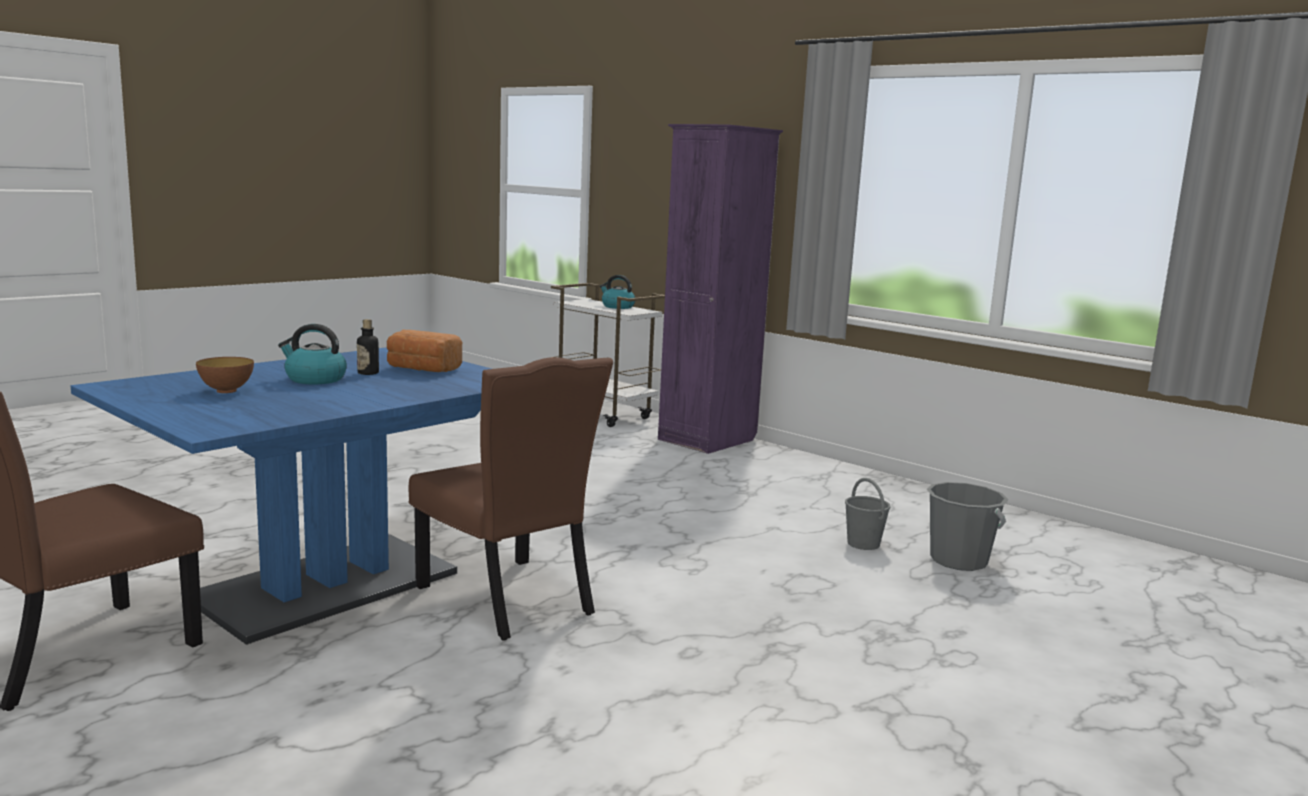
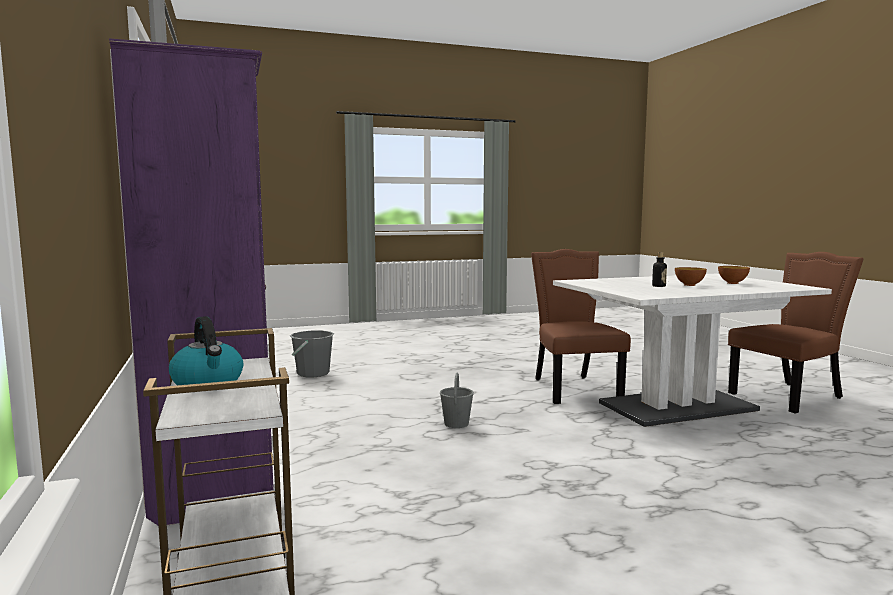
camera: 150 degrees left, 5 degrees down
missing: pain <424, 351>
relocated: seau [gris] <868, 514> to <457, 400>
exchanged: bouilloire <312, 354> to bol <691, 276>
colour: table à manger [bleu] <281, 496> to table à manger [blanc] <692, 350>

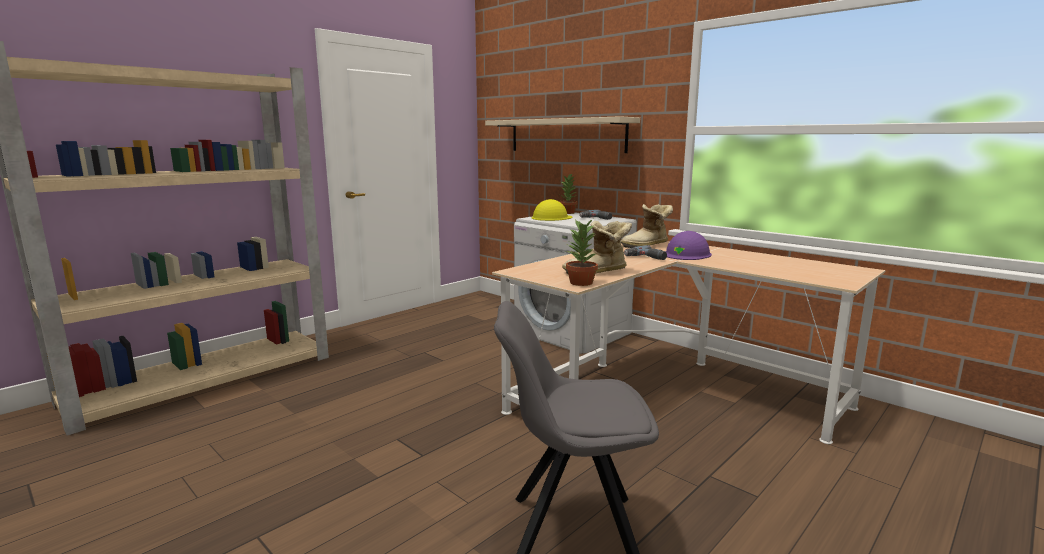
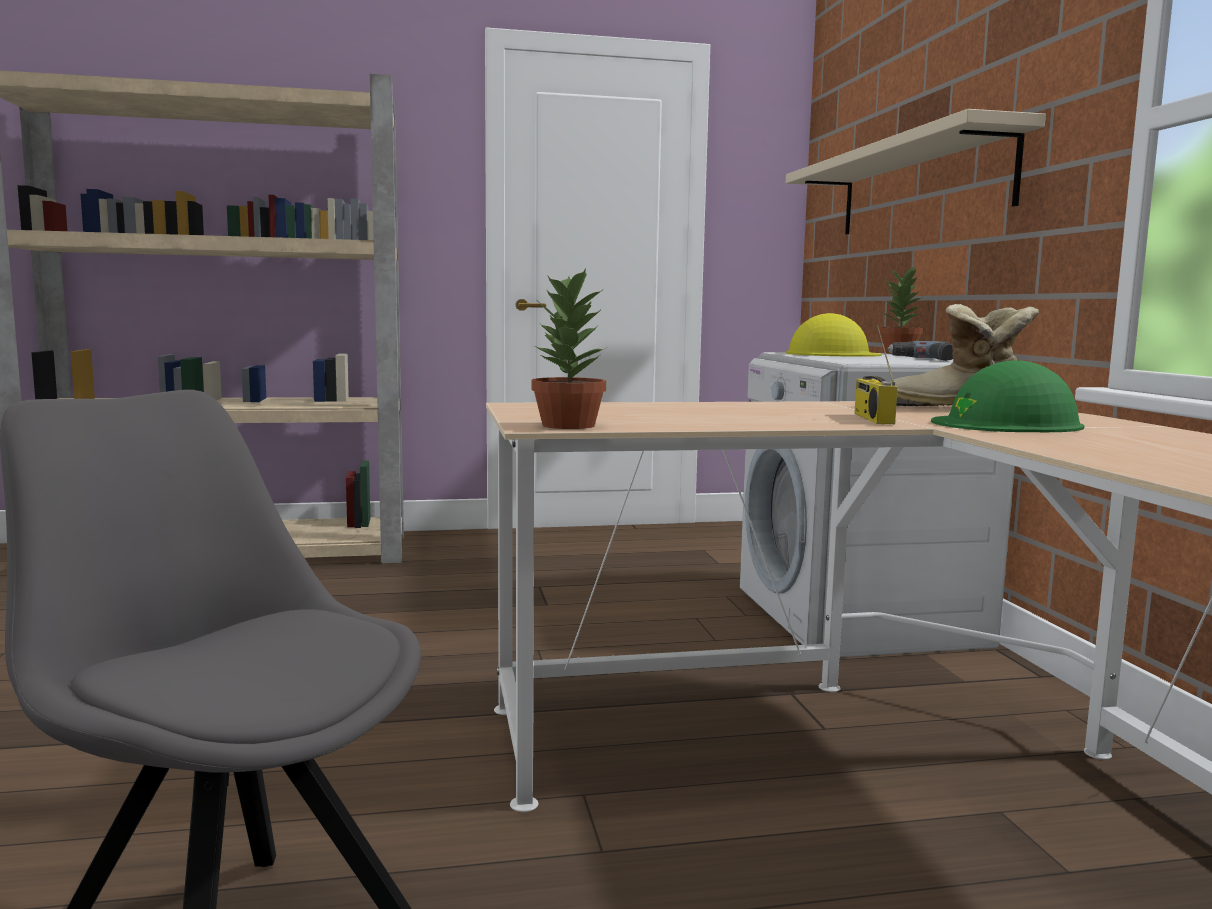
camera: 35 degrees right, 5 degrees down
missing: botte <597, 247>
exchanged: perceuse <645, 252> to radio <876, 374>
colour: casque de chantier [violet] <688, 245> to casque de chantier [vert] <1007, 396>

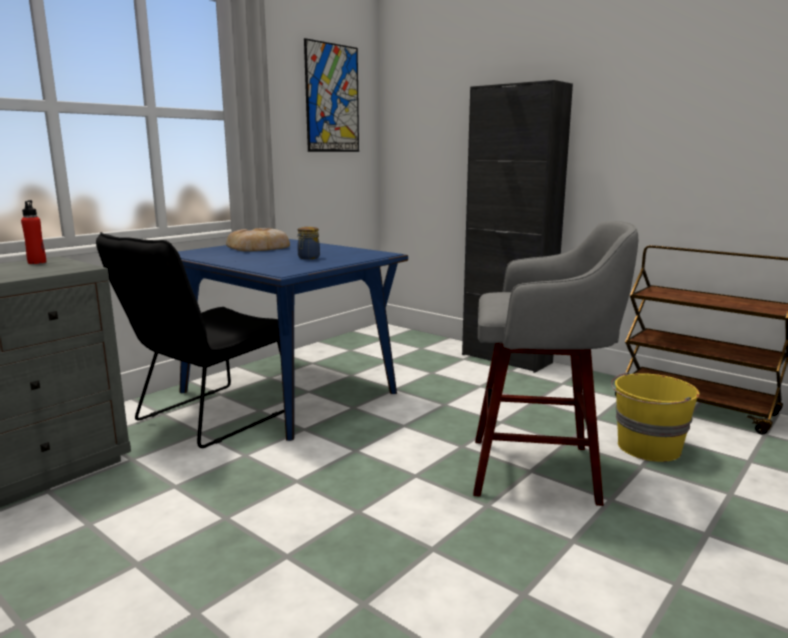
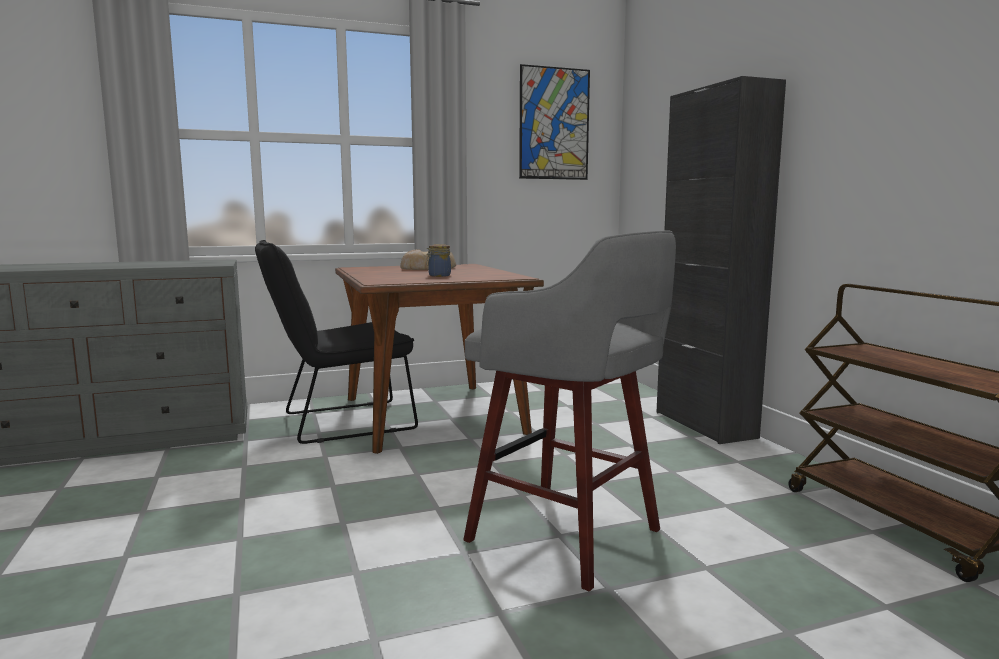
camera: 30 degrees right, 5 degrees down
missing: bouteille [rouge] <33, 232>; seau [jaune] <655, 417>
colour: table à manger [bleu] <293, 340> to table à manger [marron] <439, 359>

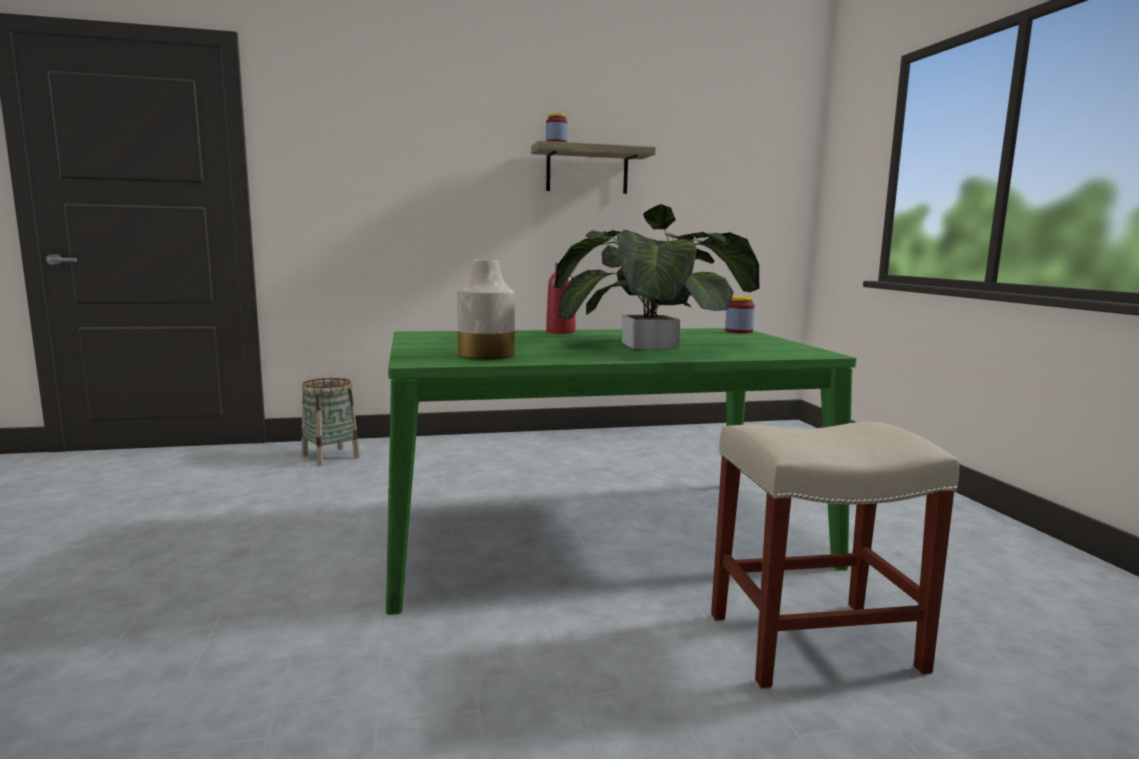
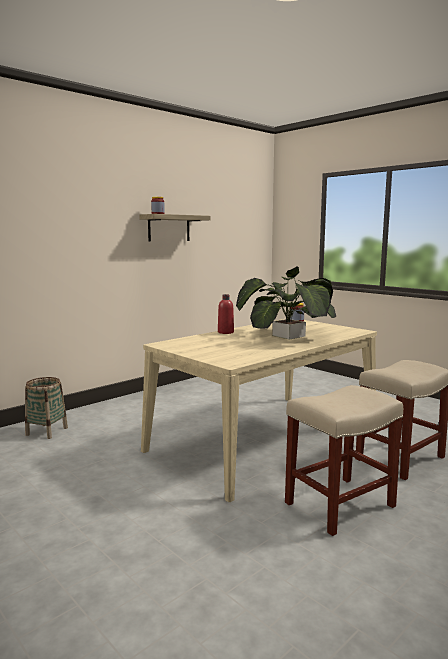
camera: 30 degrees left, 0 degrees up
missing: vase [beige] <486, 309>
appeared: tabouret [beige] <344, 460>
colour: table à manger [vert] <621, 471> to table à manger [beige] <259, 410>

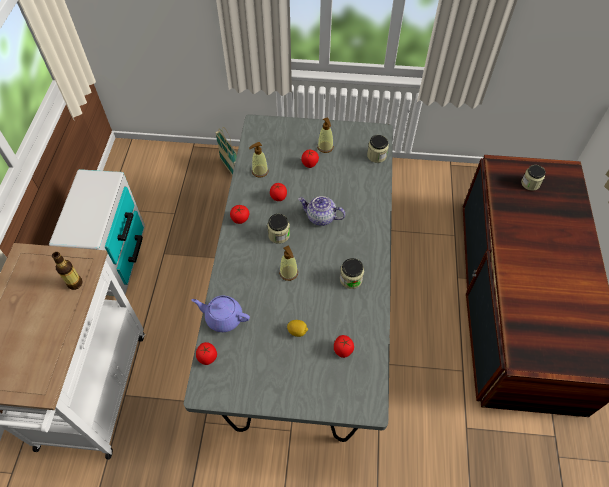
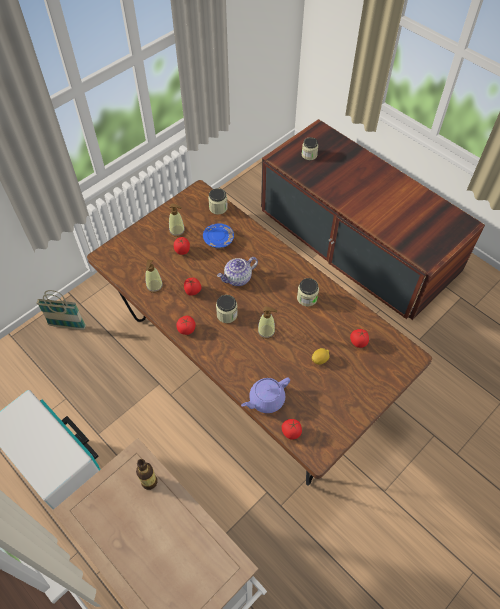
camera: 50 degrees left, 0 degrees up
appeared: assiette [bleu] <218, 235>
colour: table à manger [gris] <288, 278> to table à manger [marron] <259, 333>

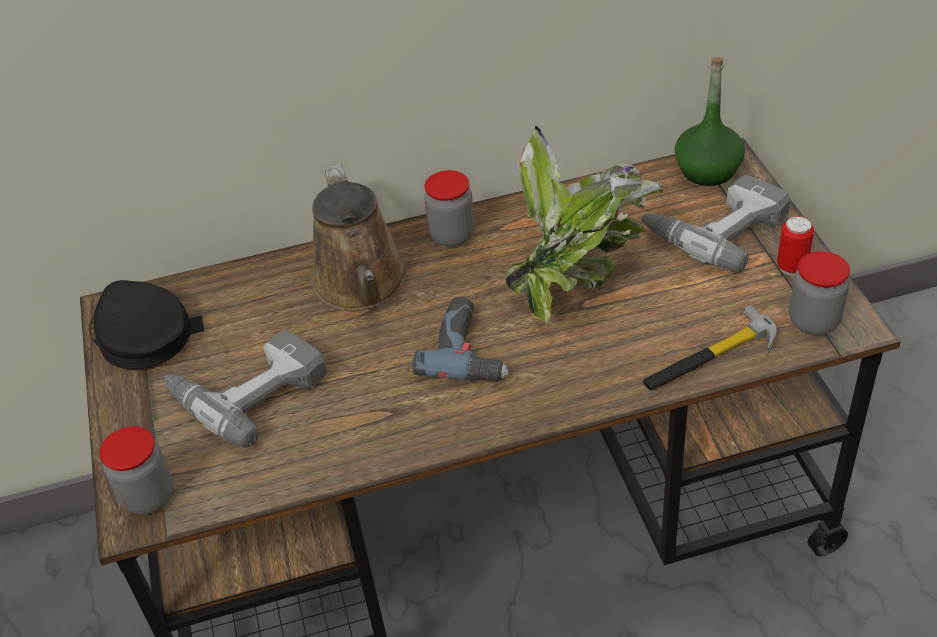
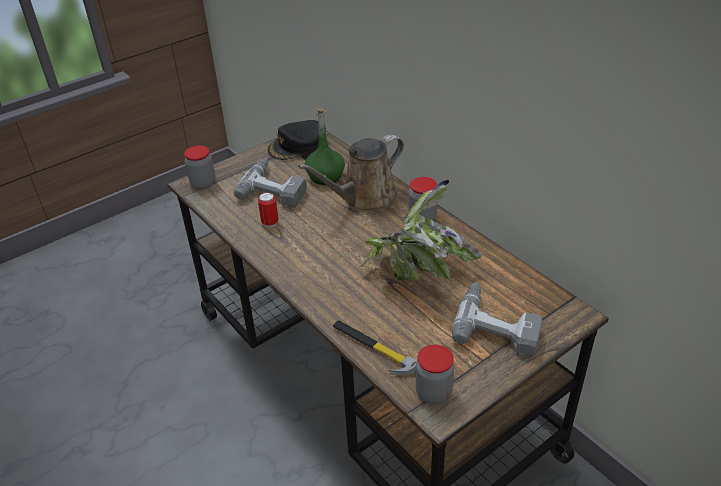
camera: 65 degrees right, 5 degrees down
missing: perceuse <460, 339>
relocated: bouteille [vert] <710, 121> to <325, 146>; boîte métallique <795, 246> to <268, 209>
spun: casquette [noir] <140, 325> = <297, 140> 150 degrees counterclockwise

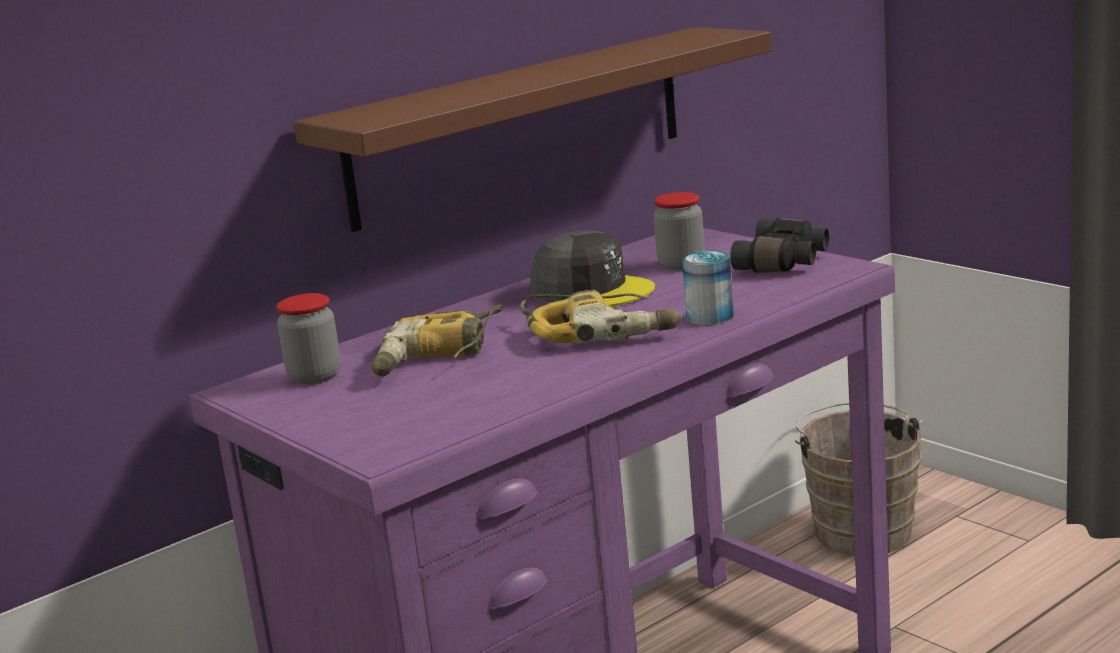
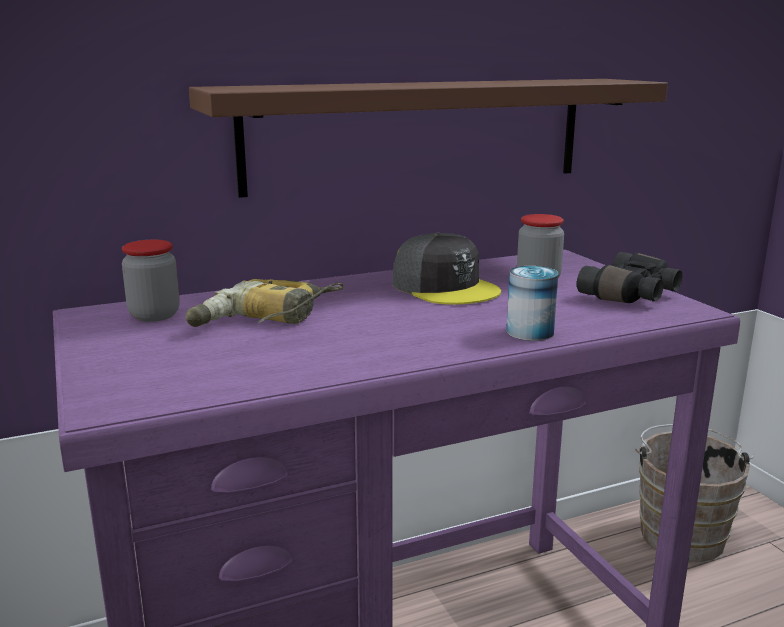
camera: 15 degrees right, 0 degrees up
missing: perceuse <600, 317>

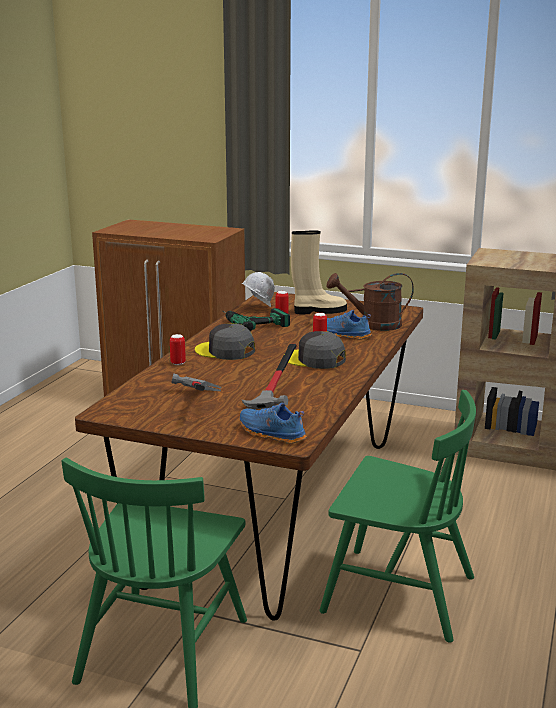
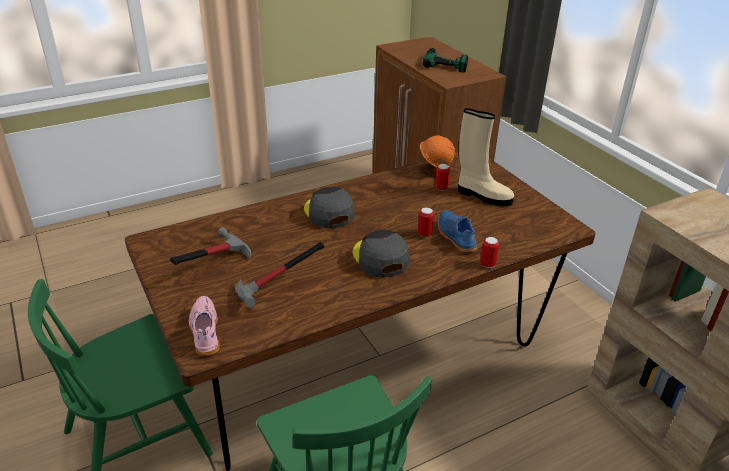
camera: 40 degrees right, 15 degrees up
missing: arrosoir [marron] <370, 302>
relocated: perceuse <256, 319> to <445, 60>; boîte métallique <178, 349> to <489, 252>
colour: casque de chantier [blanc] <258, 289> to casque de chantier [orange] <437, 151>; chaussure [bleu] <273, 423> to chaussure [rose] <204, 326>

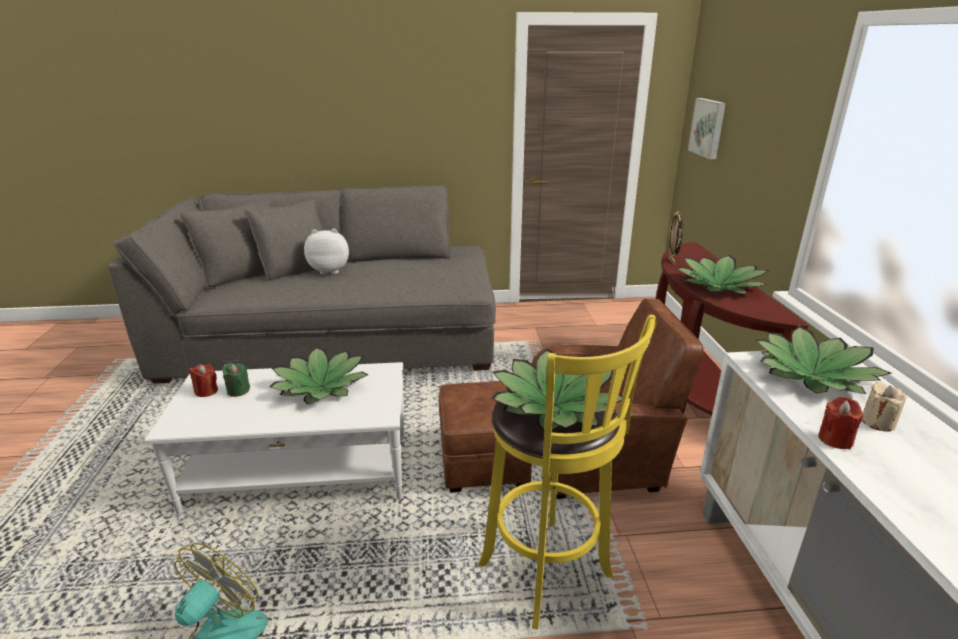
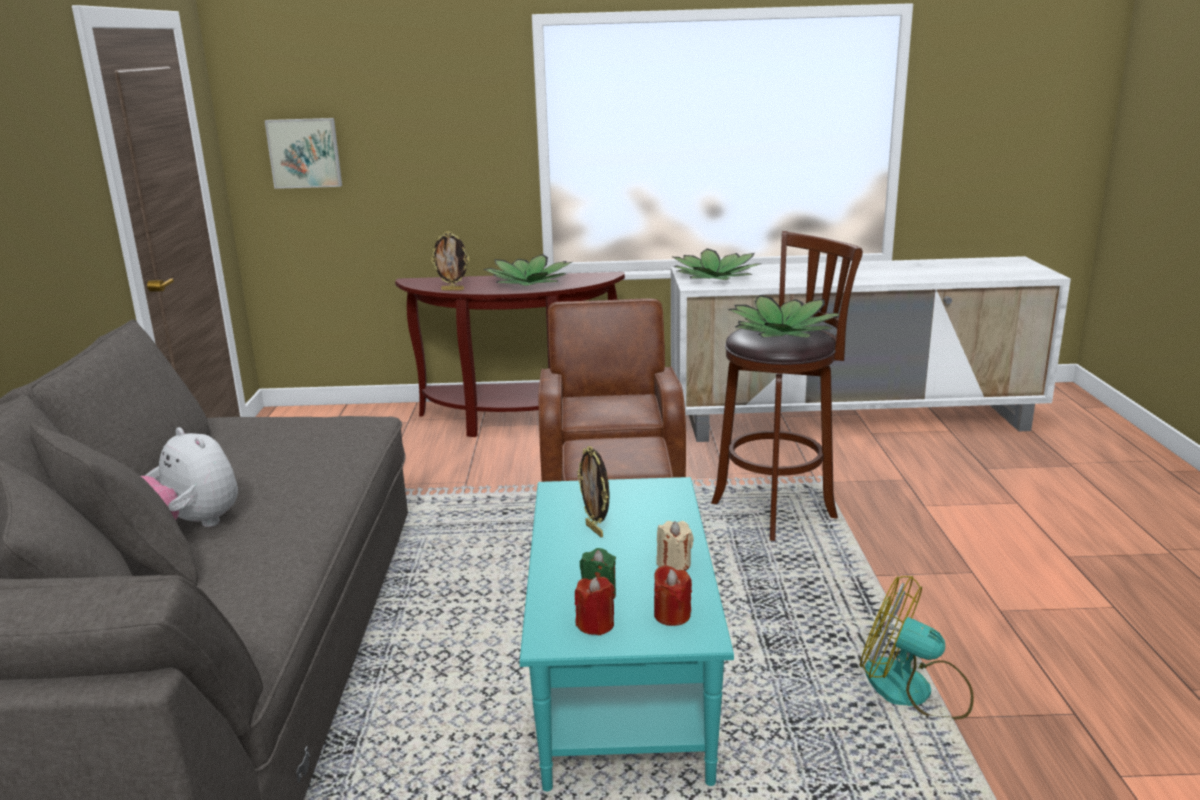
camera: 85 degrees left, 5 degrees down
relocated: bougie [beige] <884, 406> to <675, 546>; bougie [rouge] <840, 423> to <673, 595>
exchanged: plante en pot <319, 376> to cadre photo <593, 491>
colour: tabouret [jaune] <567, 471> to tabouret [marron] <787, 386>; table basse [blanc] <274, 438> to table basse [turquoise] <627, 634>
spun: peluche <326, 252> = <189, 477> 45 degrees counterclockwise

